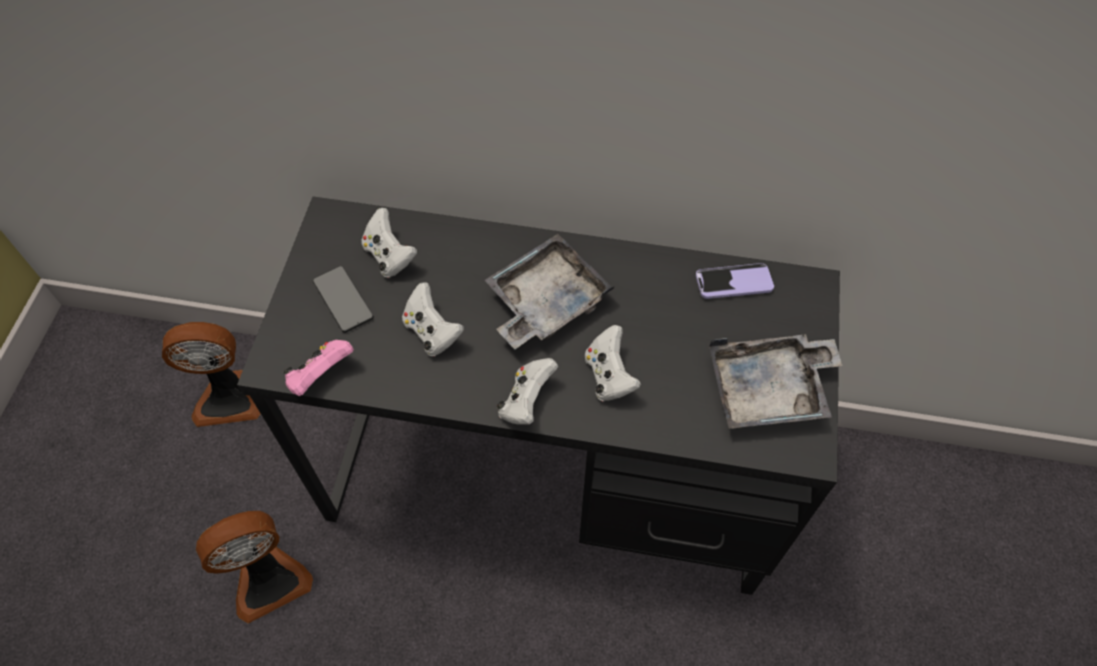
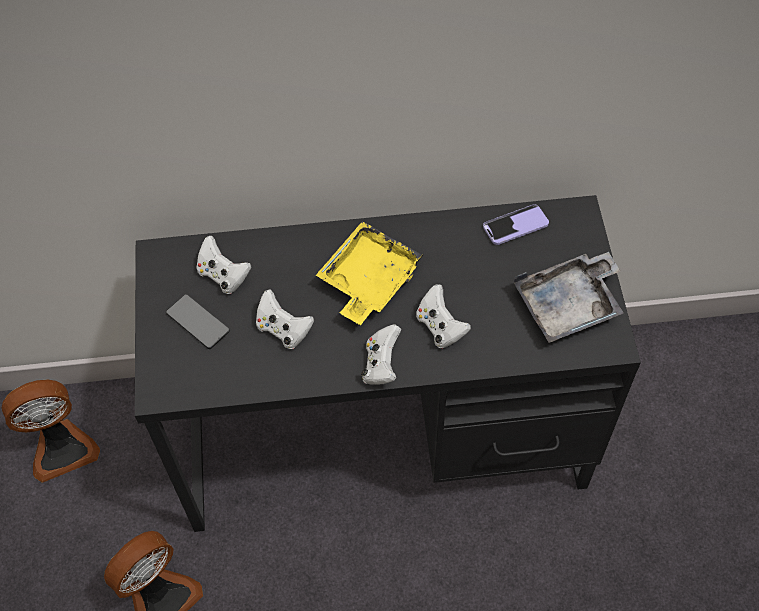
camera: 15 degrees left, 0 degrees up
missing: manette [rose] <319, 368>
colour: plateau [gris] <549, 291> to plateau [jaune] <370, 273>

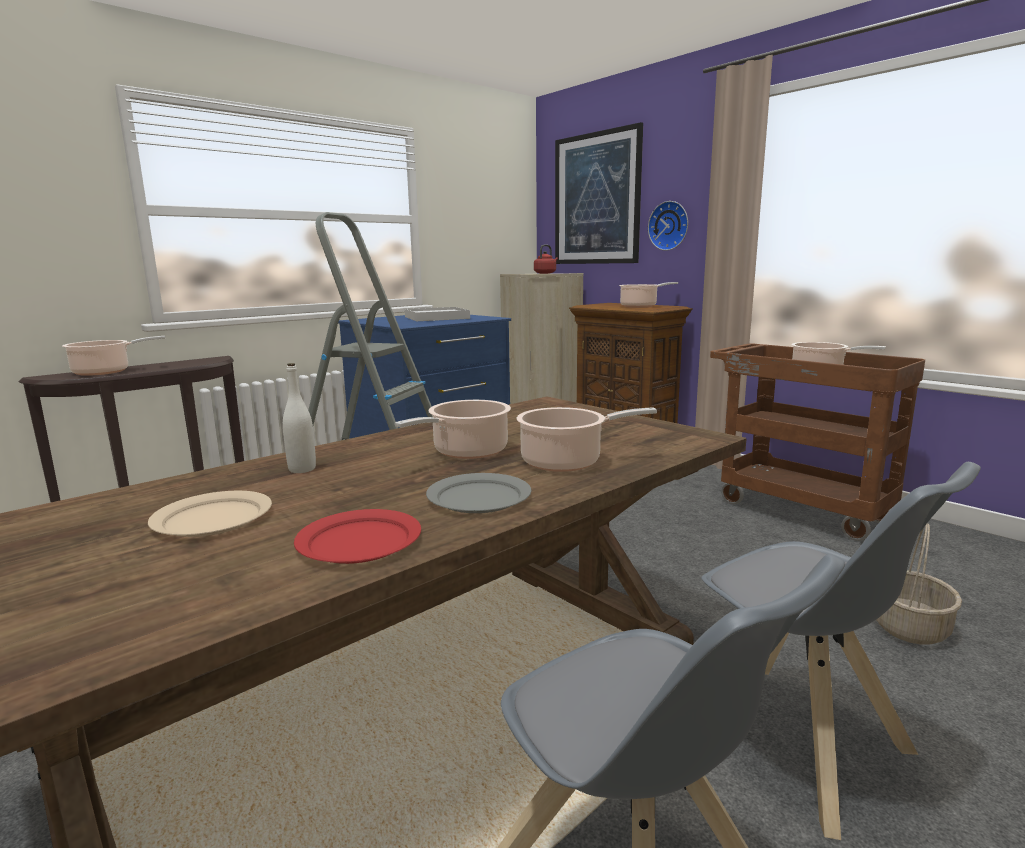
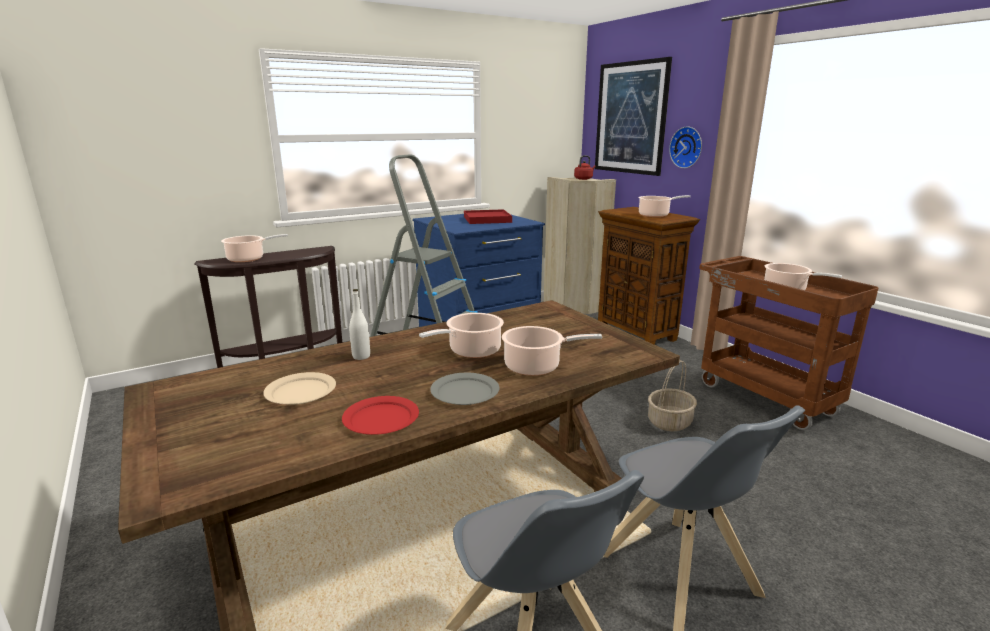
camera: 10 degrees right, 5 degrees up
relocated: panier <919, 584> to <672, 395>
colour: plateau [blanc] <437, 314> to plateau [rouge] <488, 216>

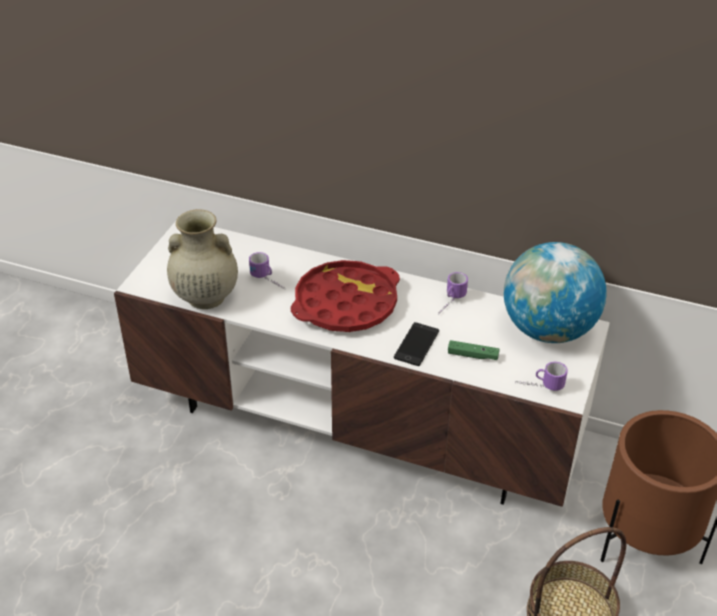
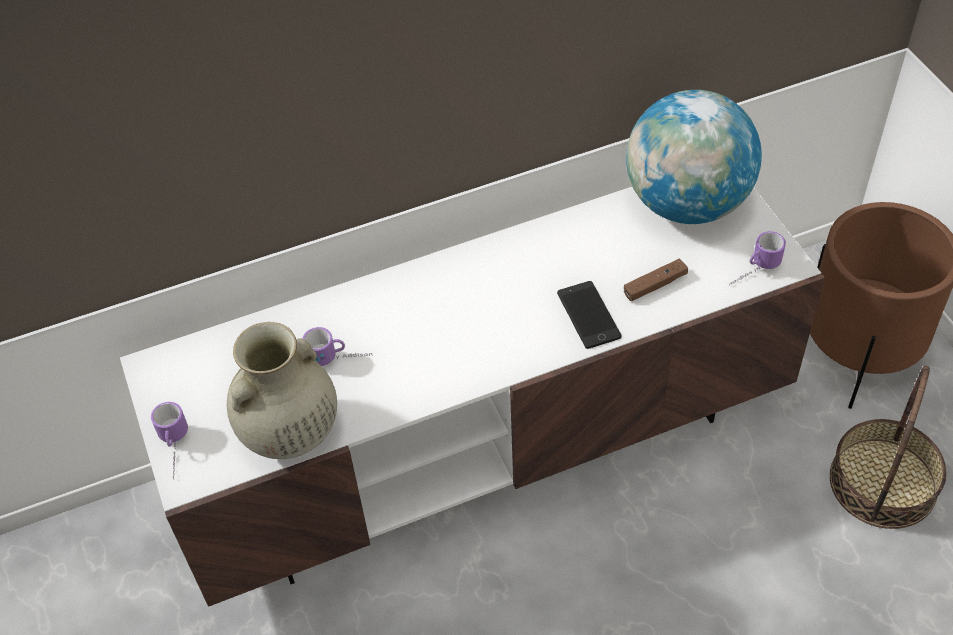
camera: 40 degrees left, 10 degrees up
missing: plateau [rouge] <345, 296>
relocated: mug <453, 293> to <169, 440>
colour: manette [vert] <474, 350> to manette [marron] <656, 280>

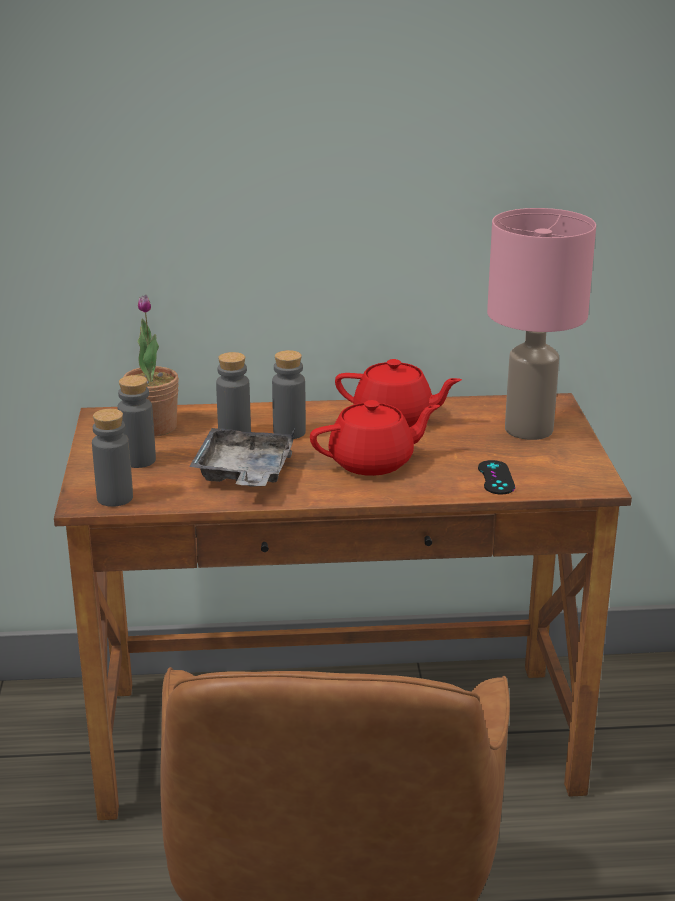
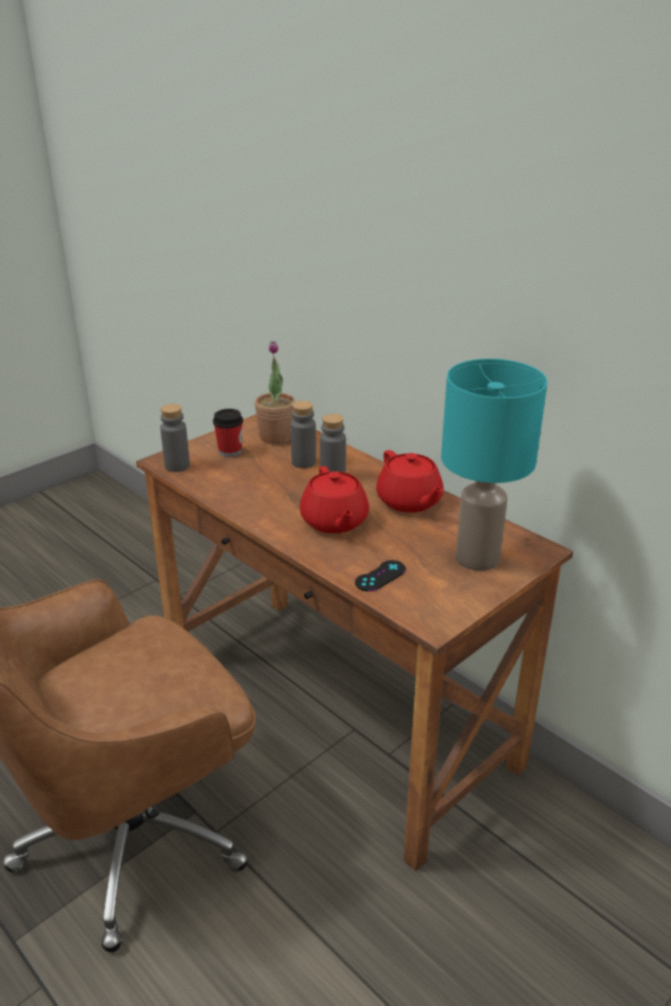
camera: 50 degrees right, 5 degrees up
missing: plateau [gris] <242, 457>
exchanged: bouteille [gris] <136, 421> to tasse <228, 433>
colour: lampe de table [rose] <541, 324> to lampe de table [turquoise] <494, 465>
spun: théière [rouge] <375, 438> = <334, 499> 45 degrees clockwise

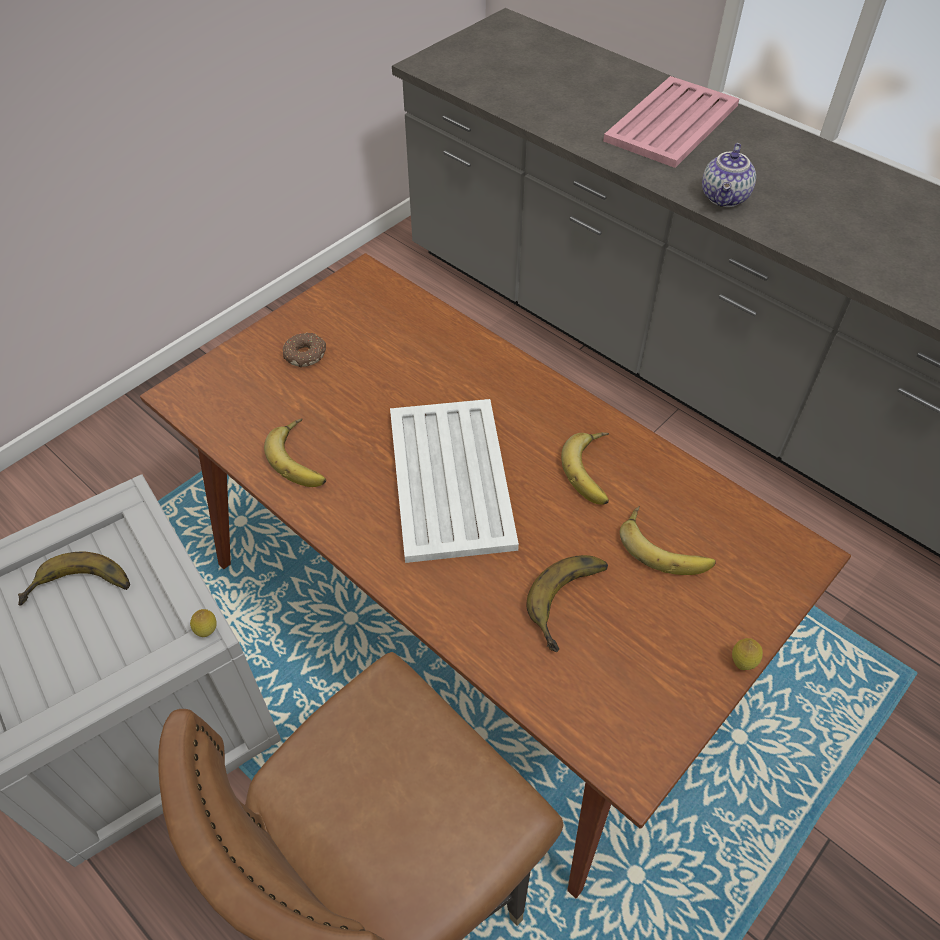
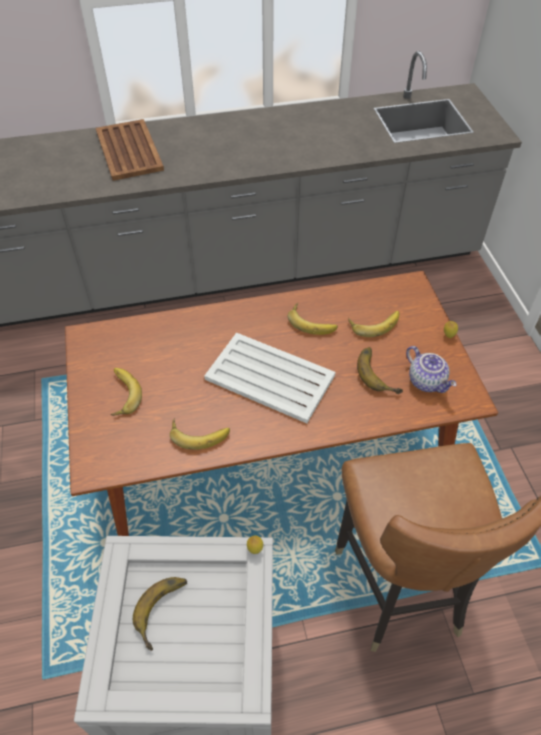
camera: 55 degrees left, 0 degrees up
relocated: théière <729, 175> to <431, 369>
exchanged: beignet <304, 350> to banane <126, 392>
colour: plateau [rose] <671, 122> to plateau [marron] <130, 150>

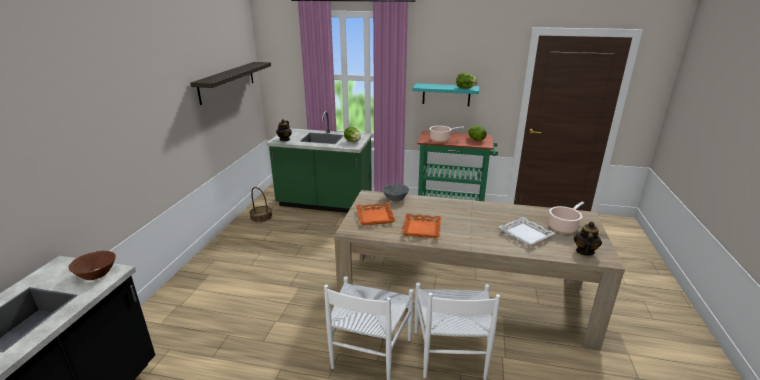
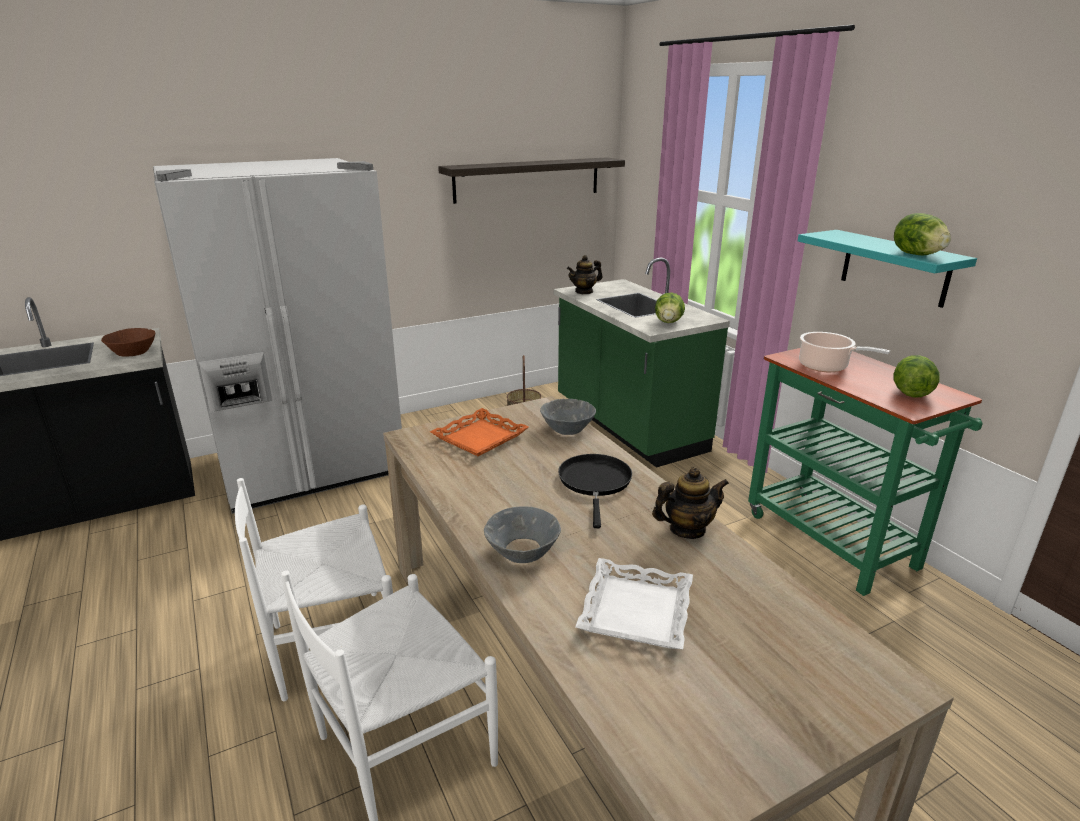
camera: 50 degrees right, 0 degrees up
missing: marmite <566, 217>; plateau [orange] <421, 226>
appeared: réfrigérateur [blanc] <277, 336>; poêle [noir] <595, 491>; bol [gris] <522, 534>
relocated: théière <588, 238> to <690, 503>

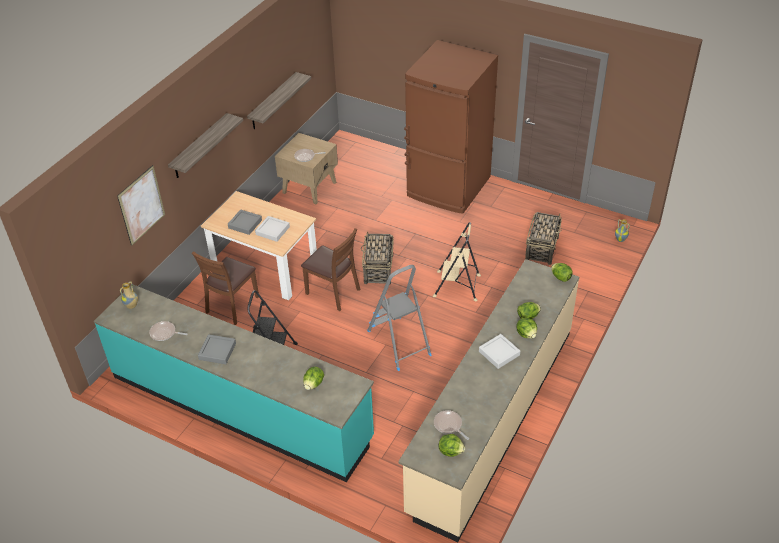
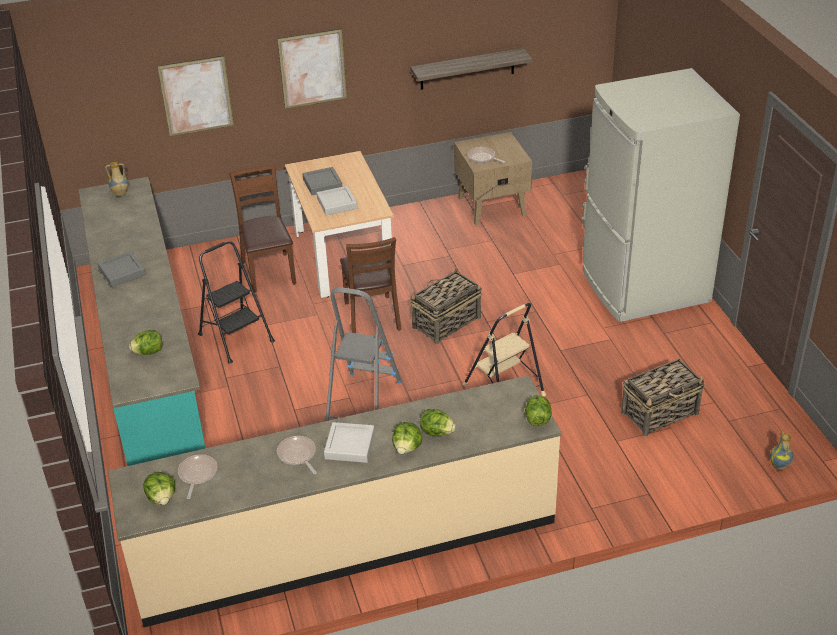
camera: 45 degrees right, 5 degrees down
relocated: poêle <168, 331> to <297, 455>
exchanged: étagère <205, 145> to tableau <312, 69>
colour: réfrigérateur [marron] <451, 126> to réfrigérateur [blanc] <660, 195>
spun: chaise [marron] <225, 288> = <262, 229> 90 degrees clockwise

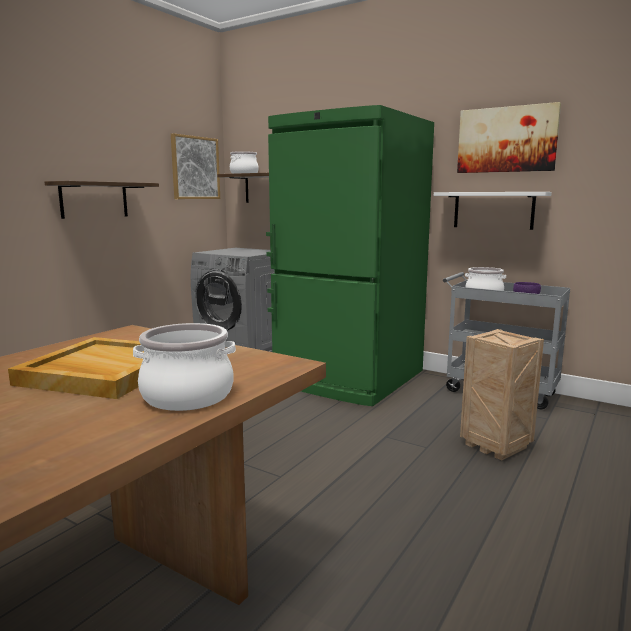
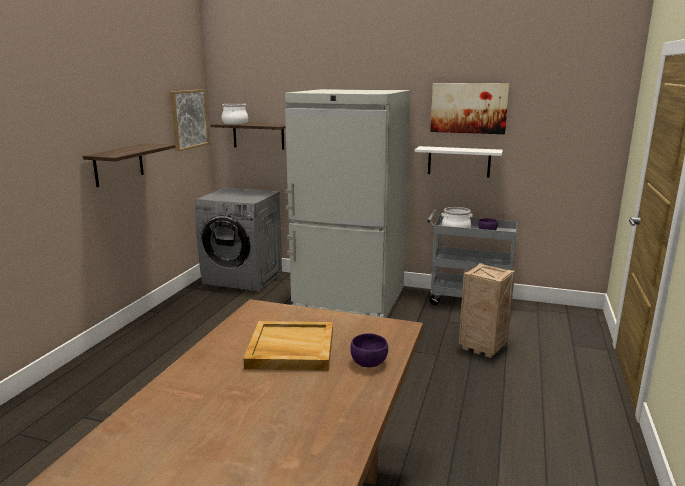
camera: 15 degrees left, 5 degrees up
exchanged: marmite <184, 367> to bol [violet] <369, 350>
colour: réfrigérateur [vert] <350, 255> to réfrigérateur [blanc] <348, 203>

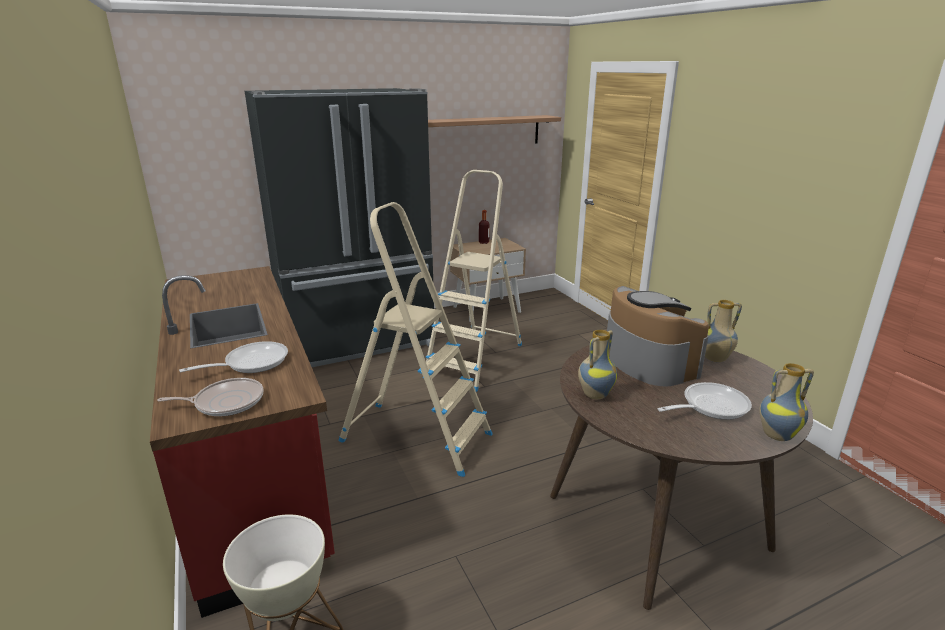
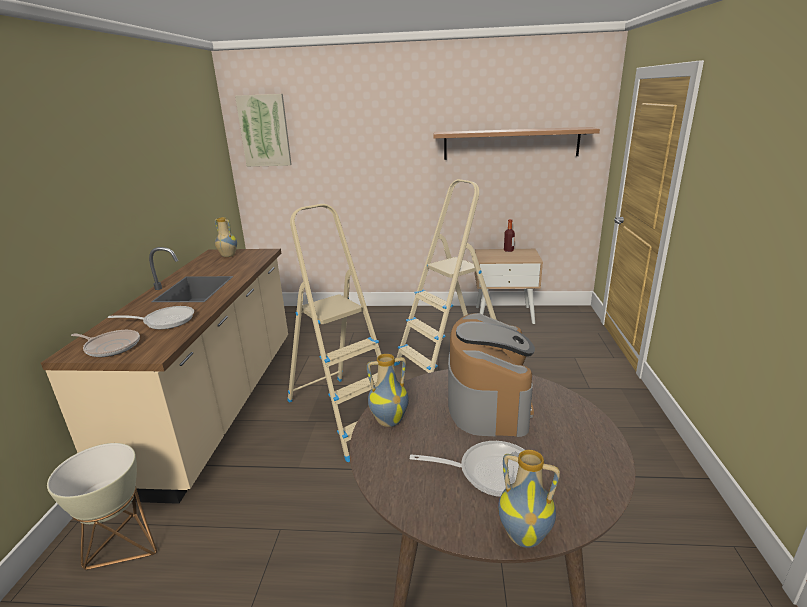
camera: 30 degrees right, 0 degrees up
missing: réfrigérateur [noir] <339, 227>
appeared: tableau <263, 130>
relocated: vase <723, 331> to <226, 237>
colour: comptoir de cuisine [rouge] <242, 442> to comptoir de cuisine [beige] <164, 375>

